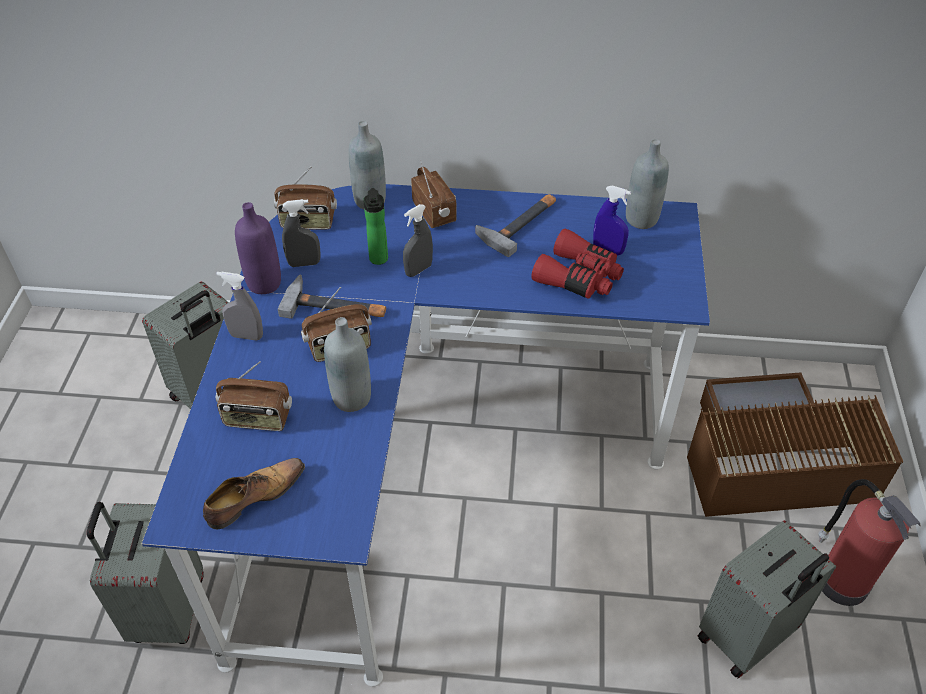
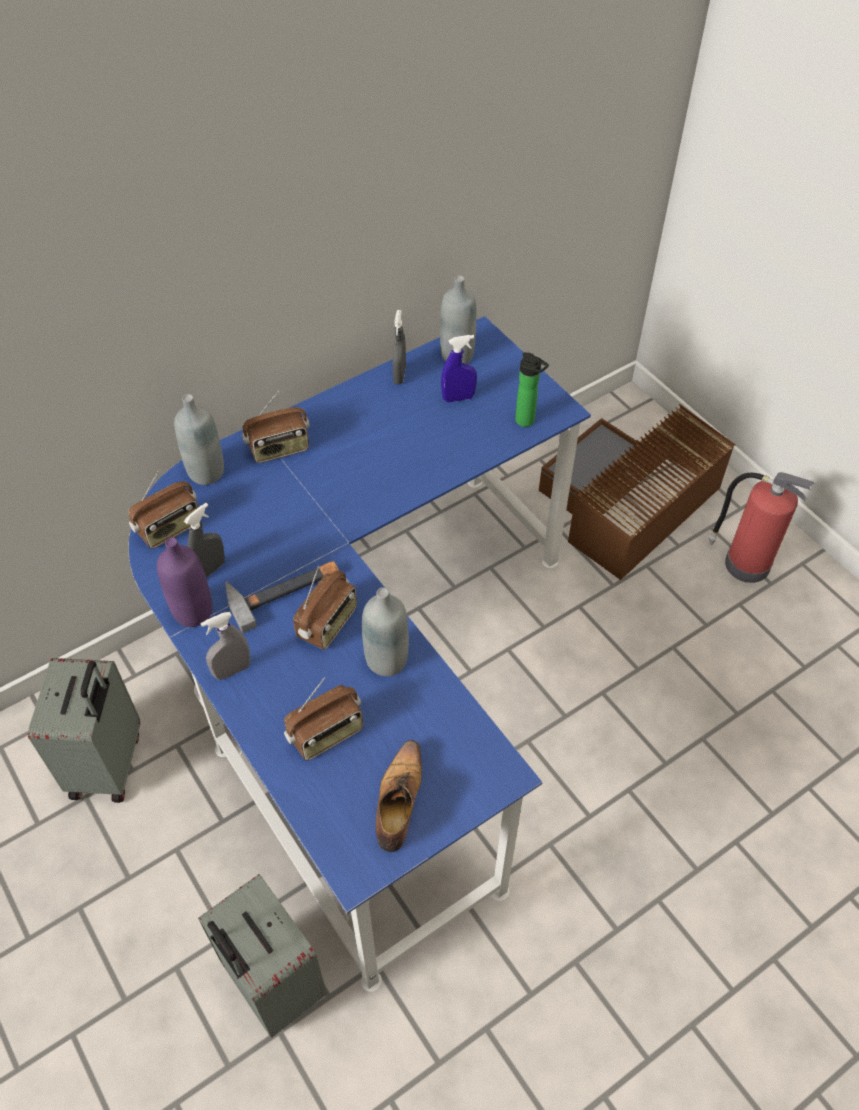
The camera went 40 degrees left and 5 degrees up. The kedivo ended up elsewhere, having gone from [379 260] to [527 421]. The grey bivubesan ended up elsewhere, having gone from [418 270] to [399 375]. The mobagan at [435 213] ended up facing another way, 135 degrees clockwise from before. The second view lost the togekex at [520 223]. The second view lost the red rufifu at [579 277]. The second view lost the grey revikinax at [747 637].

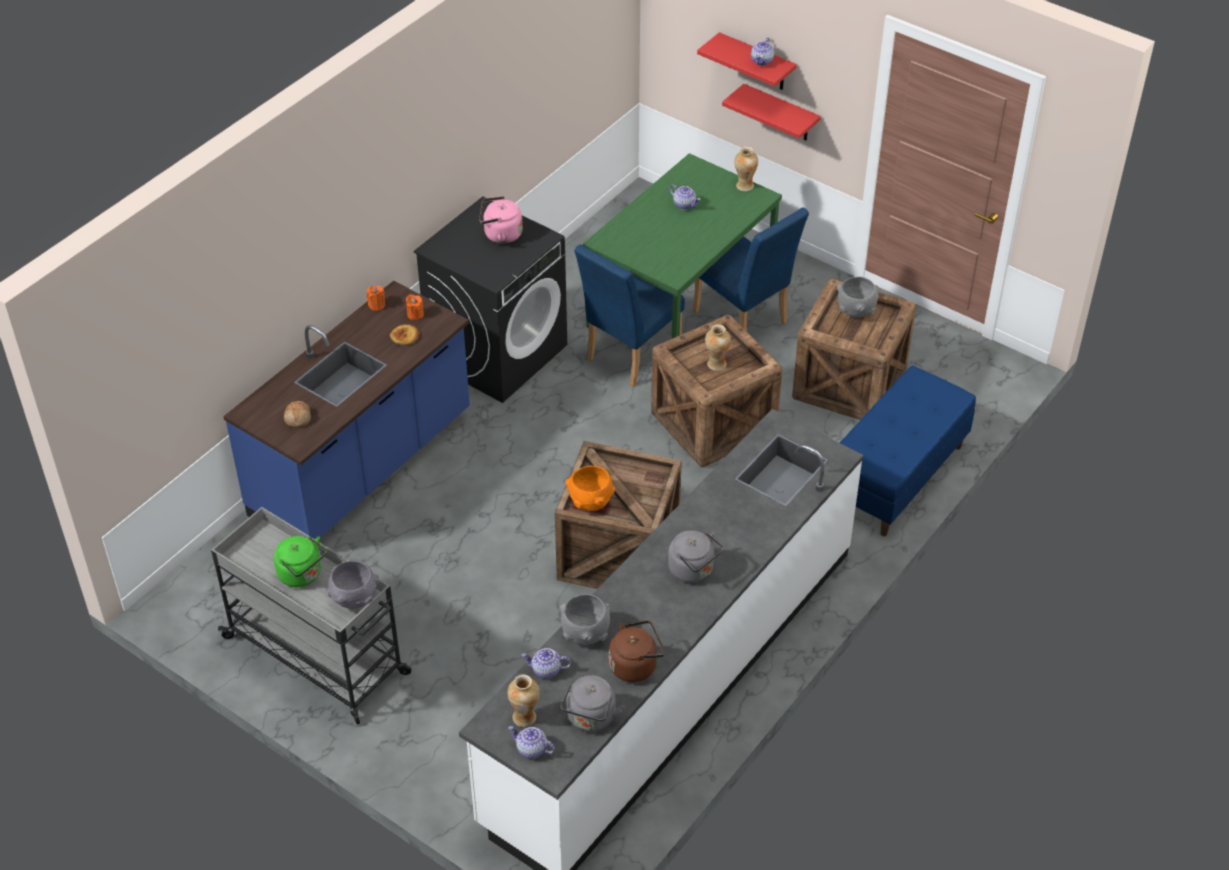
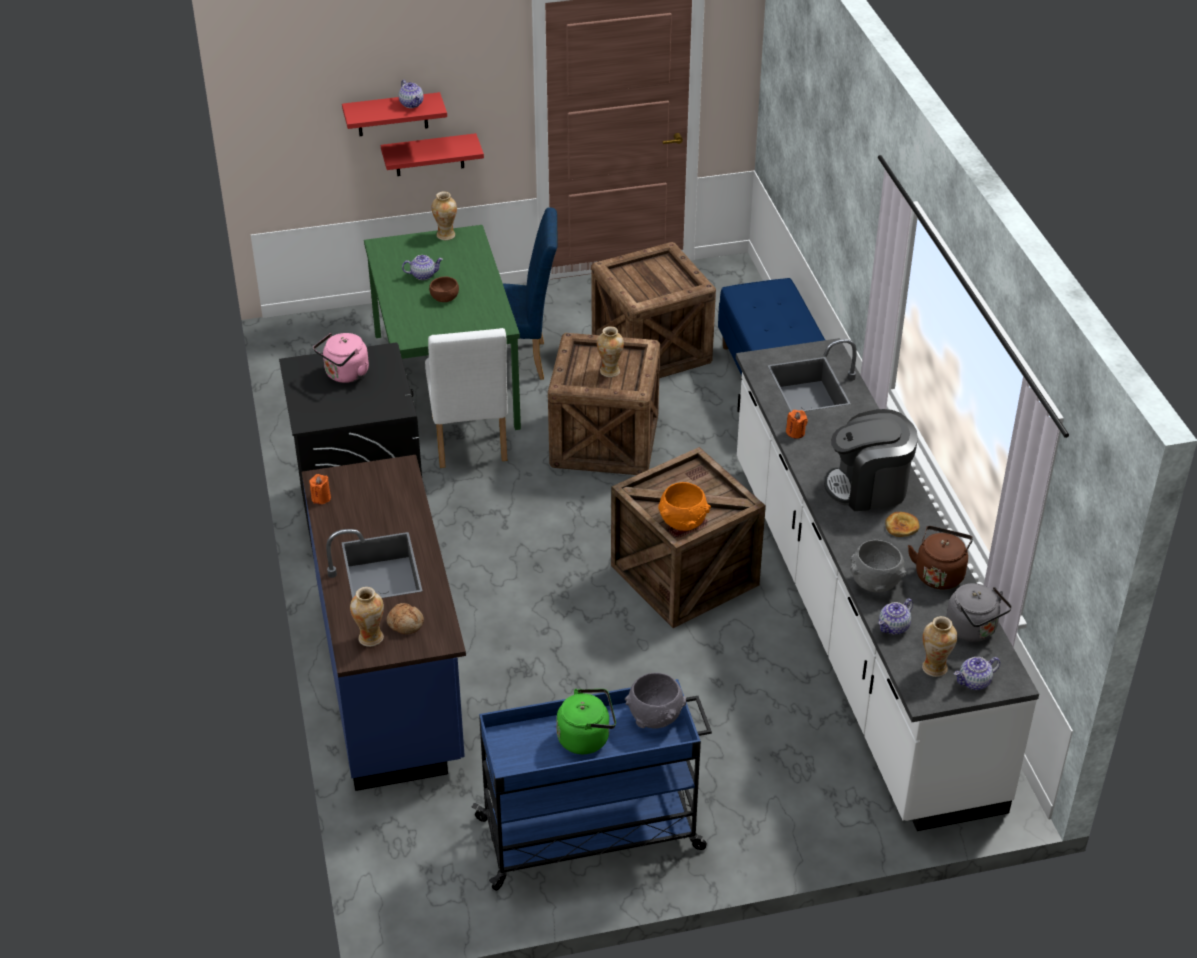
The camera went 50 degrees left and 5 degrees down. What was the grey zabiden at [318 656] turned into the blue zabiden at [592 833]. The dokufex ended up elsewhere, having gone from [405 337] to [901 526]. The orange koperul ended up elsewhere, having gone from [415 315] to [795 432]. What was the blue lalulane at [628 356] turned into the white lalulane at [469 443]. Where the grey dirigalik stood at [693 570], the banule came to stand at [868 487]. The second view lost the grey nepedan at [855 310]. The second view gained the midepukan at [370 638]. The second view gained the brown nepedan at [444 297].

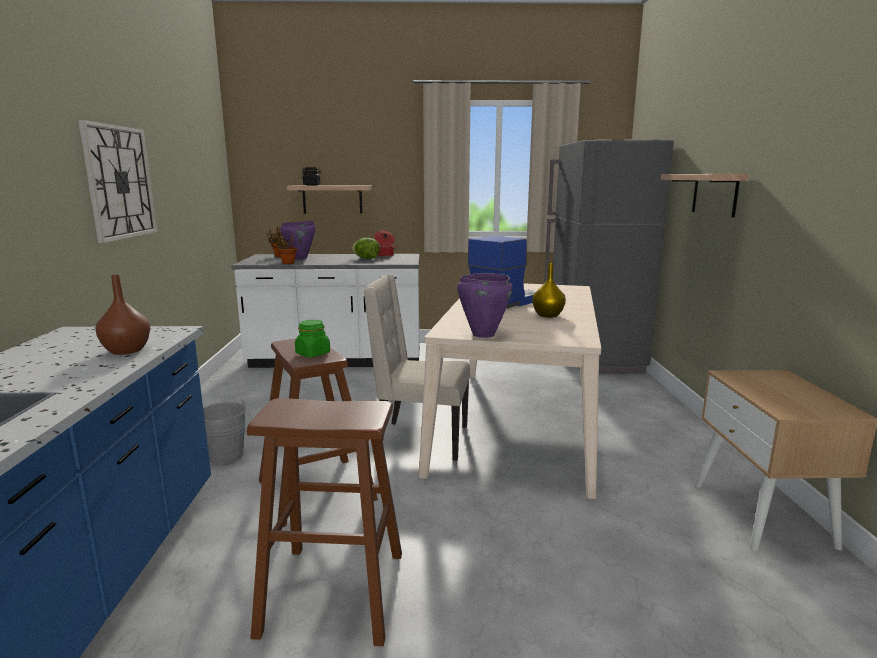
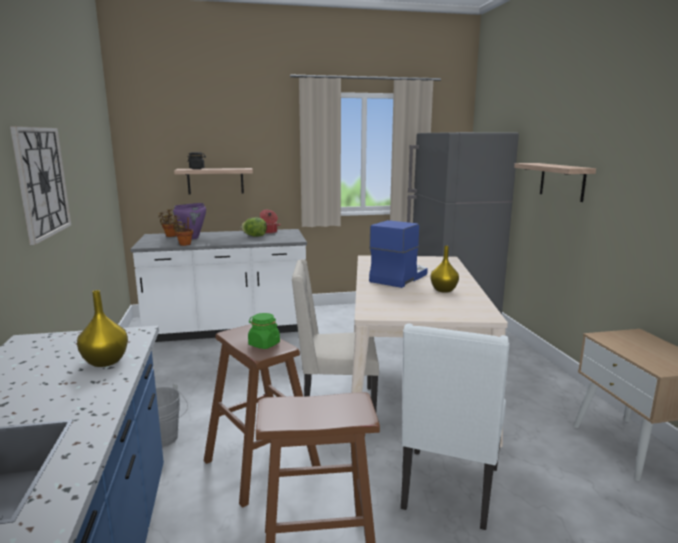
The camera went 10 degrees left and 0 degrees up. What was the brown midepukan at [126 350] turned into the yellow midepukan at [105 361]. The second view lost the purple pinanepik at [483 334]. The second view gained the white lalulane at [449 489].

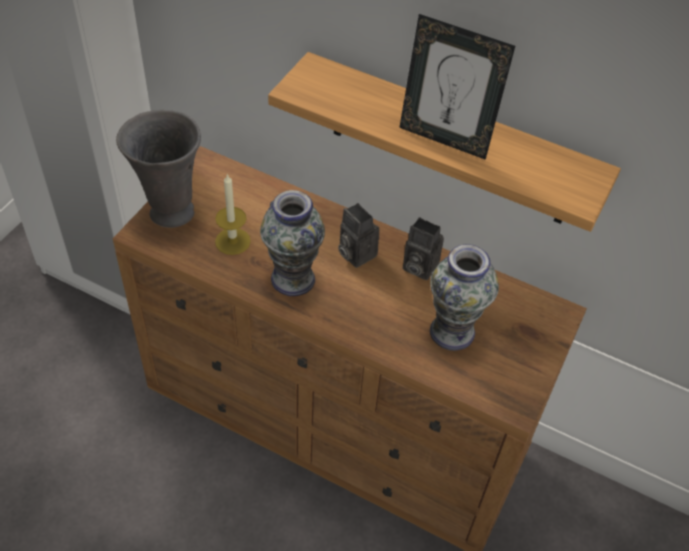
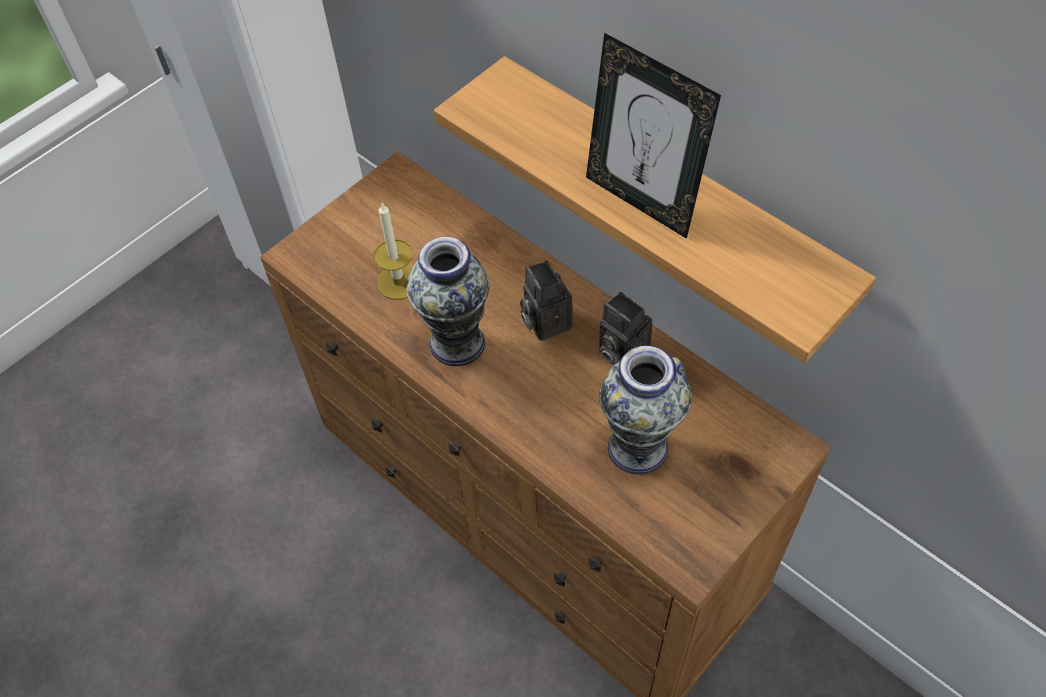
The camera went 20 degrees right and 5 degrees up. The second view lost the grey midepukan at [170 213].

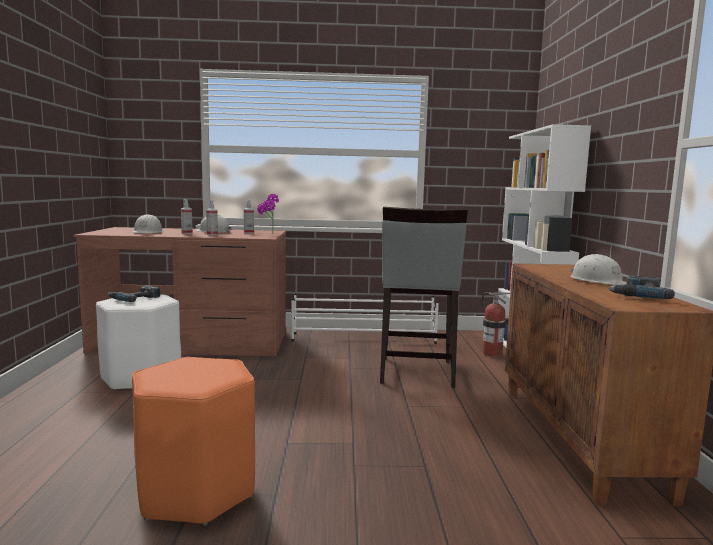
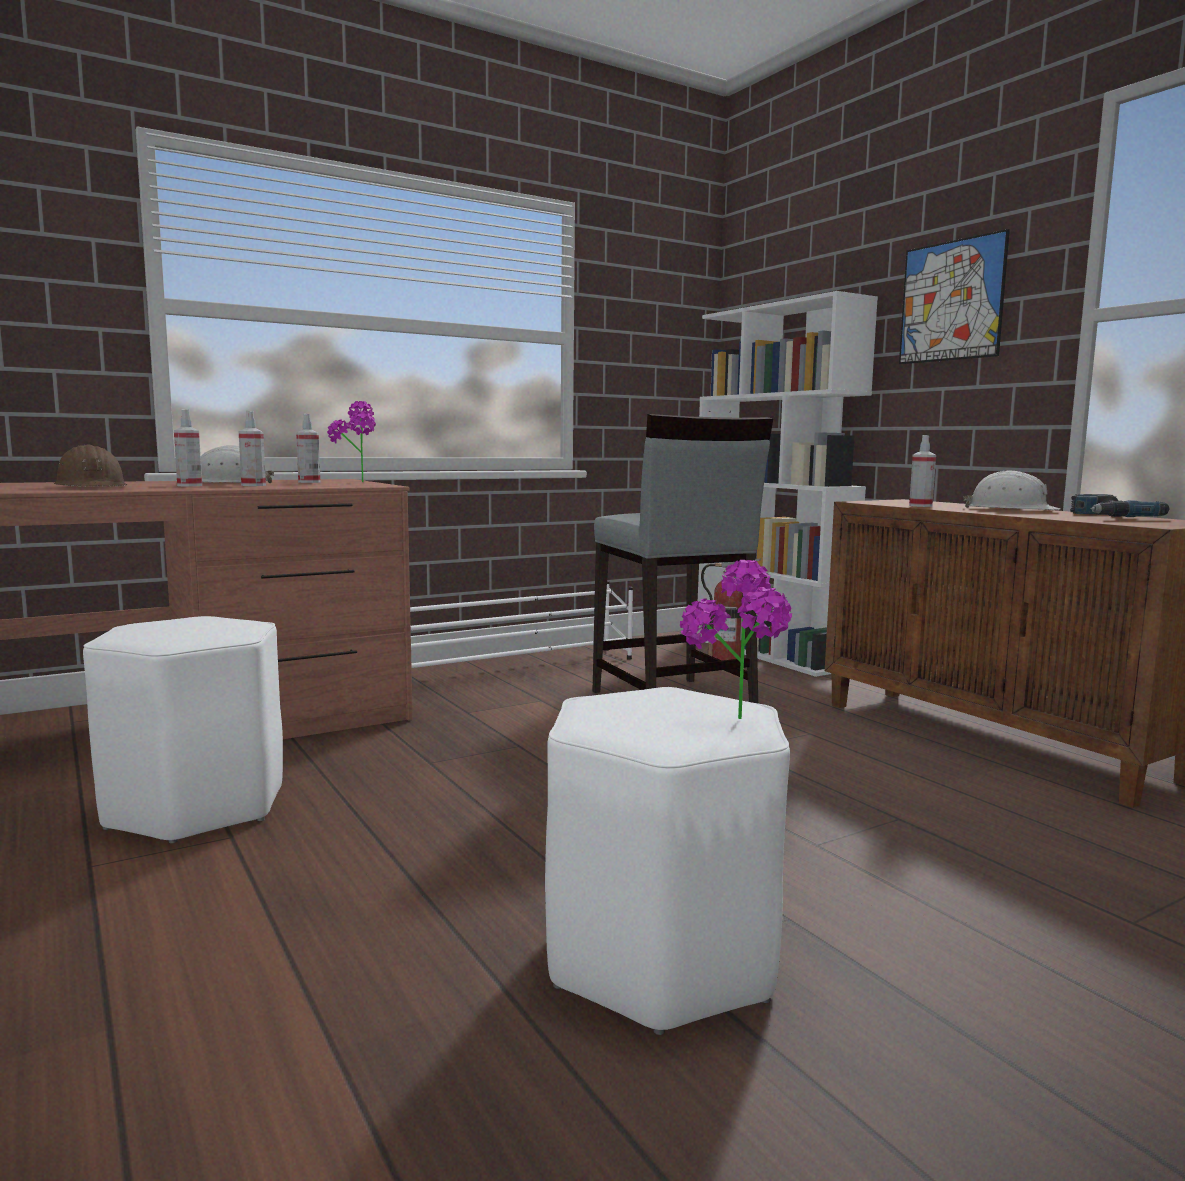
The camera went 30 degrees left and 0 degrees up. The second view lost the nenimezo at [134 298]. What was the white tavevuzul at [148 232] turned into the brown tavevuzul at [92 487]. What was the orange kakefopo at [196 491] turned into the white kakefopo at [660 958]. The second view gained the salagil at [735 724]. The second view gained the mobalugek at [951 301]. The second view gained the bivubesan at [920 506].

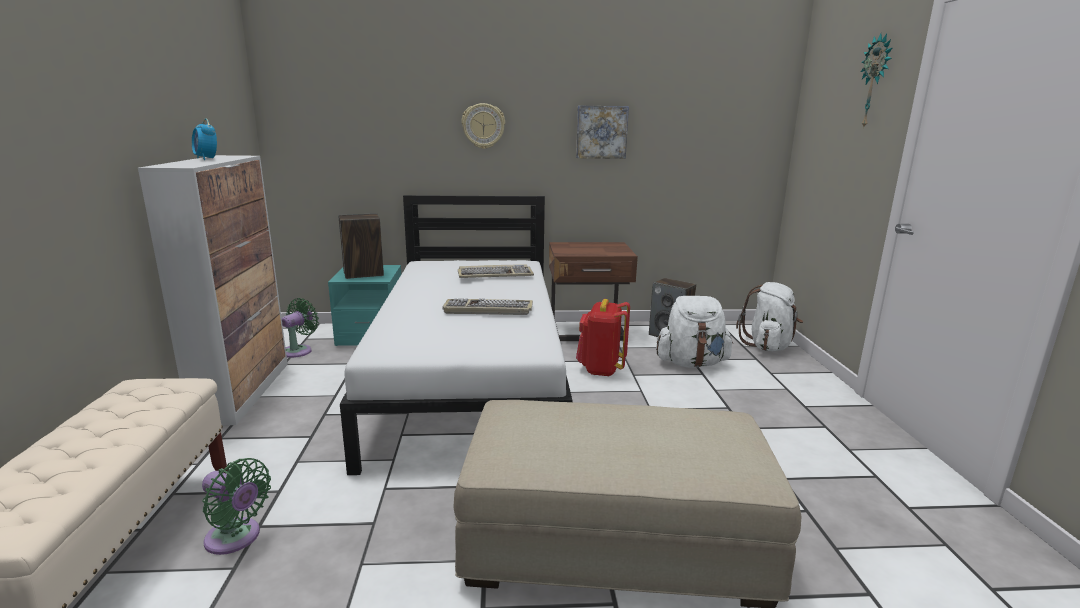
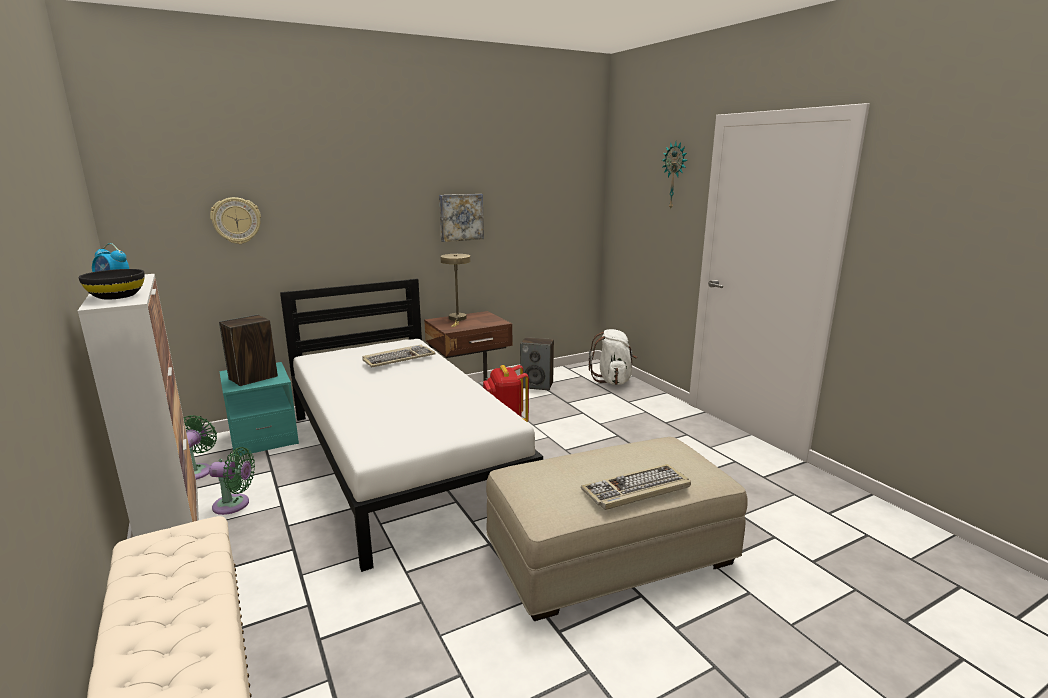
The camera went 25 degrees left and 0 degrees up. The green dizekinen ended up elsewhere, having gone from [236 538] to [235 505]. The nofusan ended up elsewhere, having gone from [487 309] to [636 490]. The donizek ended up elsewhere, having gone from [483 126] to [236 220]. The second view lost the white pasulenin at [691 363]. The second view gained the black nepedan at [117 296]. The second view gained the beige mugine at [457 319].

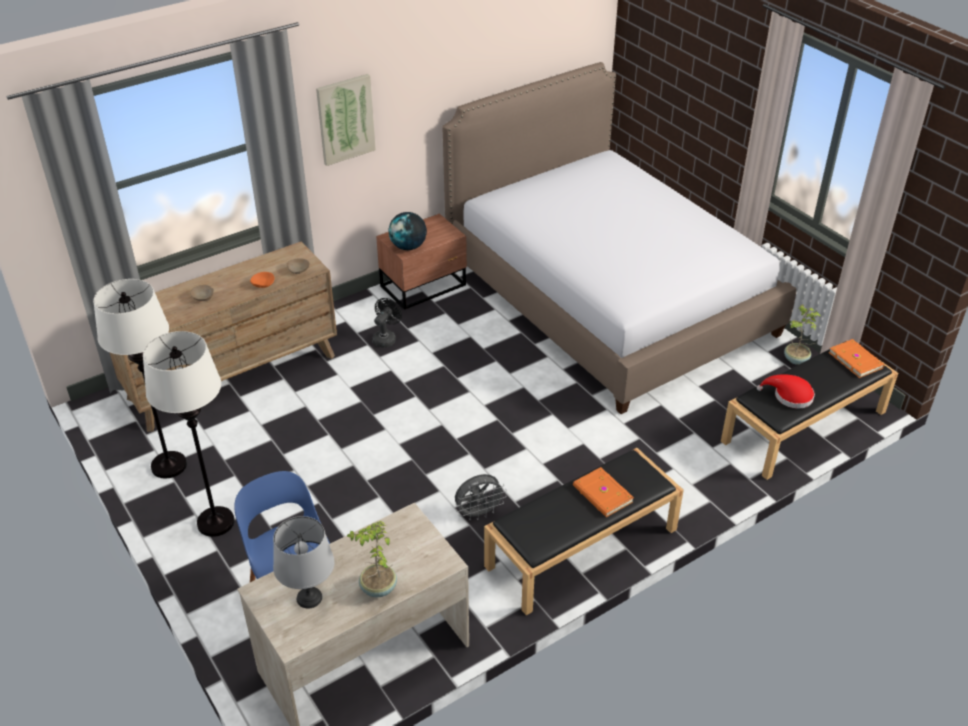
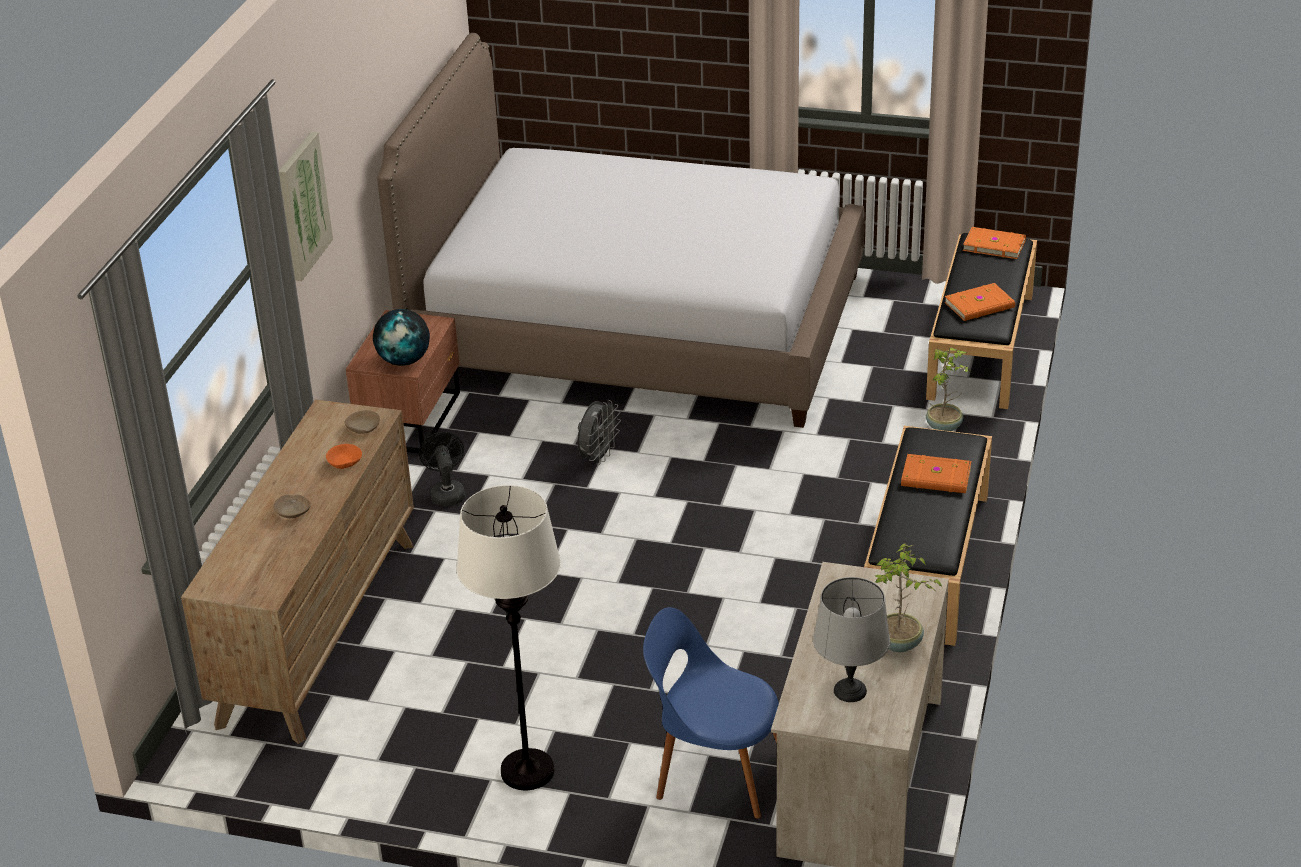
The camera went 40 degrees left and 5 degrees down. The second view lost the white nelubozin at [168 465]. The grey dizekinen ended up elsewhere, having gone from [479 513] to [598 457]. Where the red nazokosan stood at [789 396], the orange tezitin came to stand at [980 305]. The salagil ended up elsewhere, having gone from [796 360] to [944 426].

